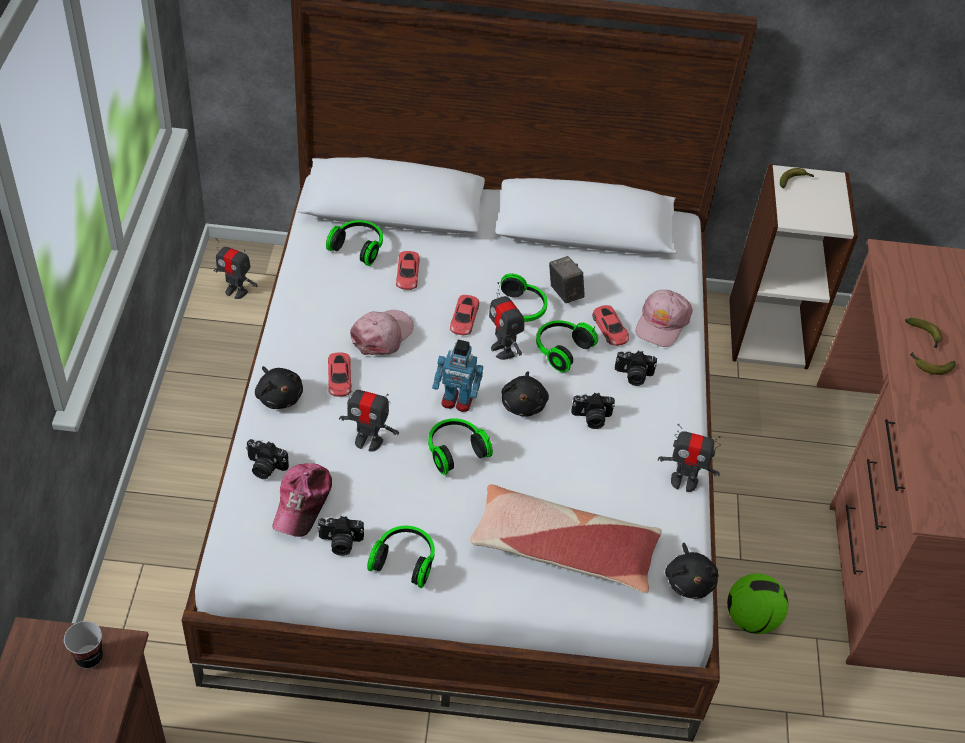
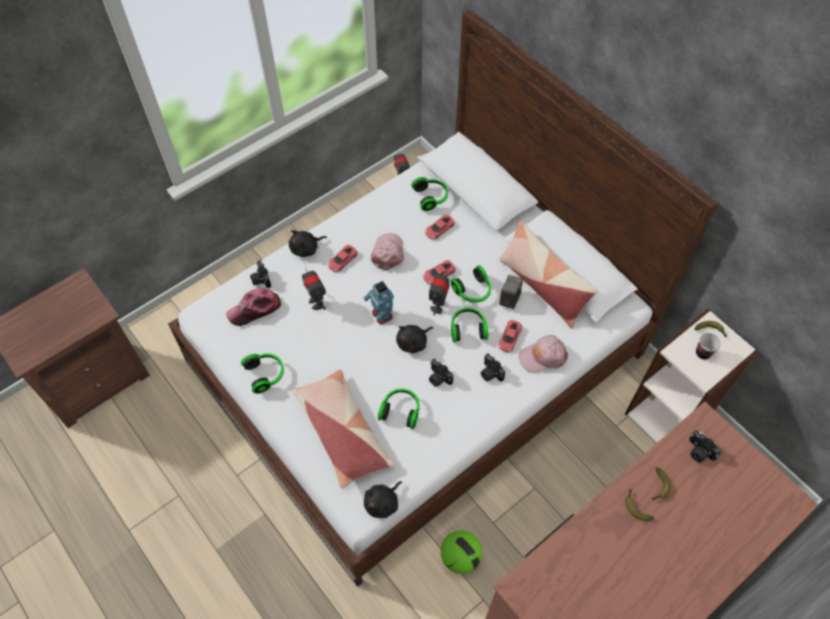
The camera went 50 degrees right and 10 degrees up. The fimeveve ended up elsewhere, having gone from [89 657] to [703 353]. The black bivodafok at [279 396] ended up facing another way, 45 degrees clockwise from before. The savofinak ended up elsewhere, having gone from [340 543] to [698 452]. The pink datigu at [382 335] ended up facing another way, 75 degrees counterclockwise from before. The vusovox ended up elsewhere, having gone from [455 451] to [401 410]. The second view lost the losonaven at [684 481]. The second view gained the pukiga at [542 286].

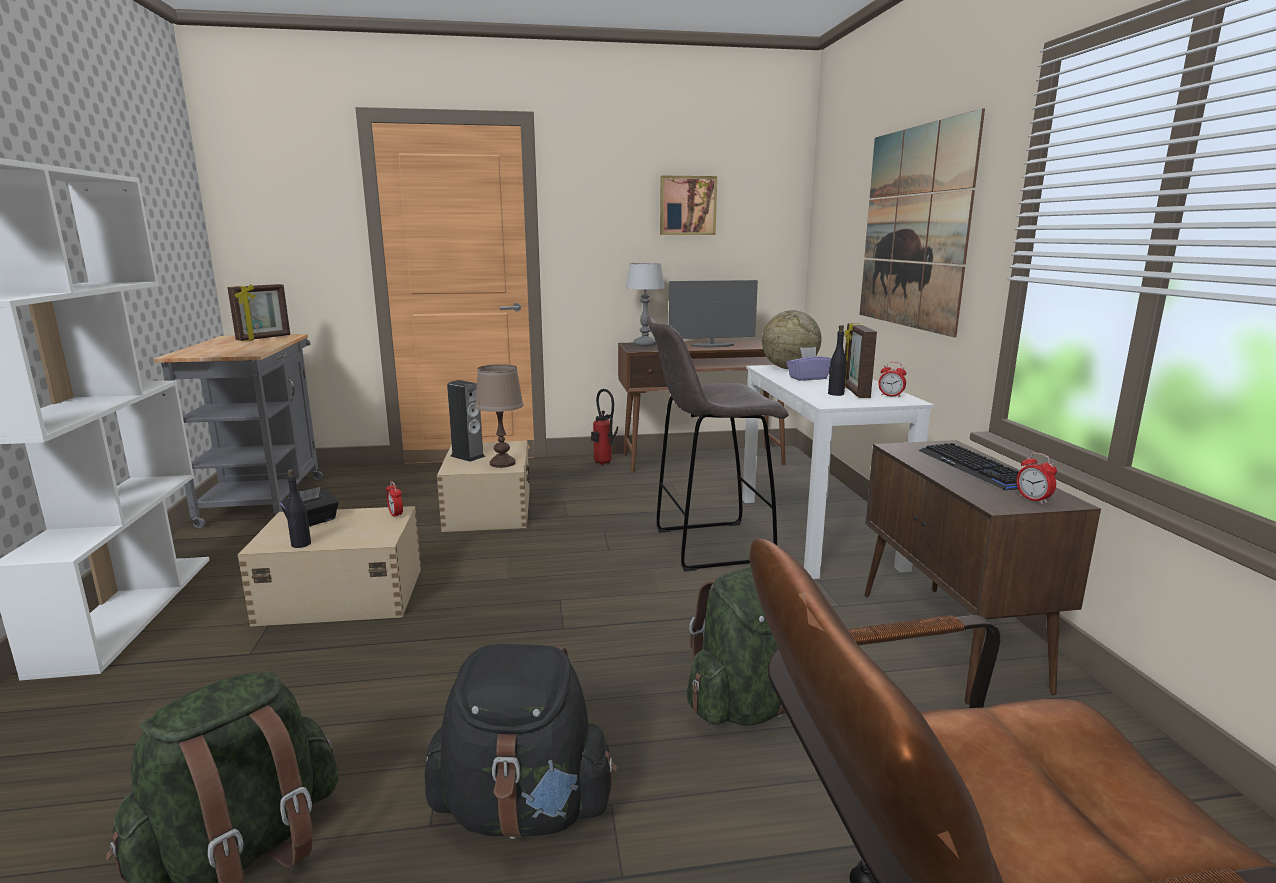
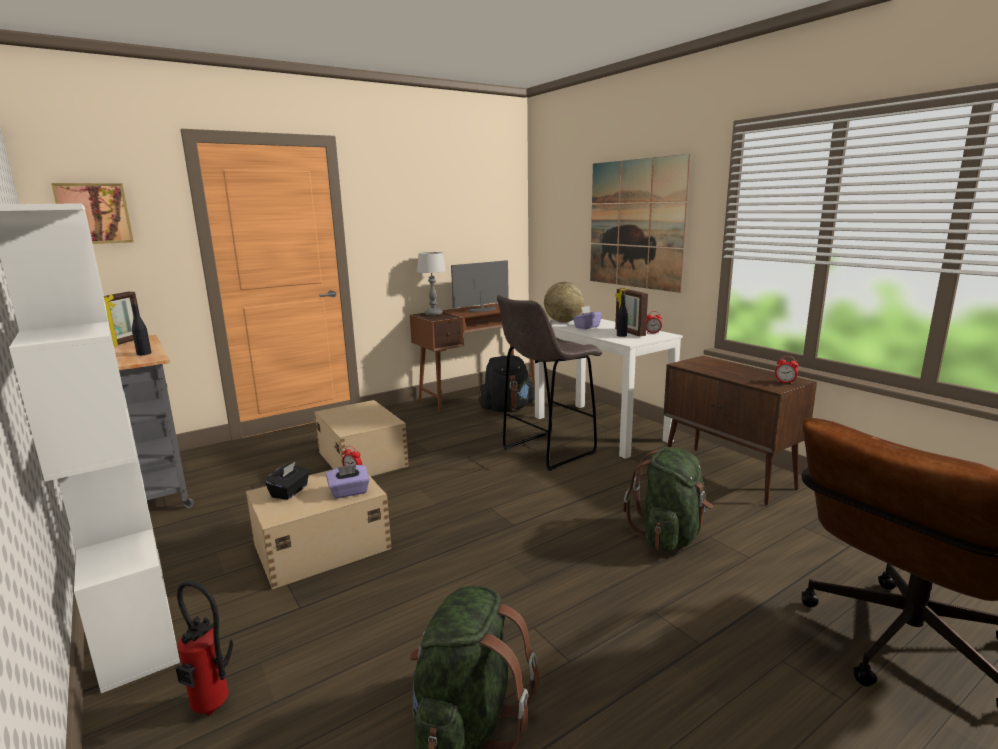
The camera went 25 degrees left and 0 degrees up. The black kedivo ended up elsewhere, having gone from [301 544] to [144 354]. The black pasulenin ended up elsewhere, having gone from [523 810] to [506 409]. The second view lost the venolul at [467 456]. The second view lost the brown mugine at [503 463]. The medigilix ended up elsewhere, having gone from [604 464] to [213 709]. The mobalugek ended up elsewhere, having gone from [687 206] to [94 214]. The second view lost the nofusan at [975 468]. The second view gained the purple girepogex at [349 492].

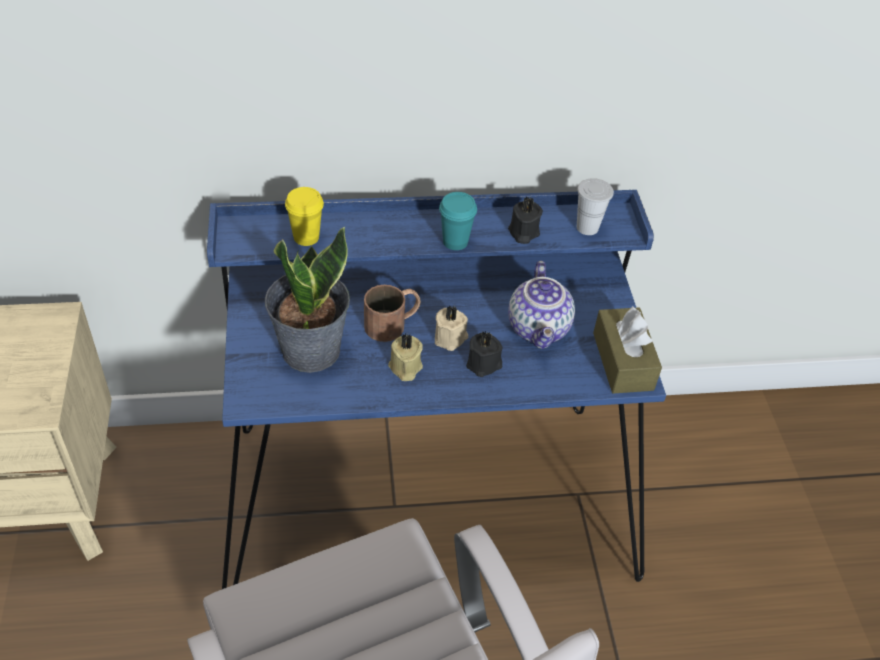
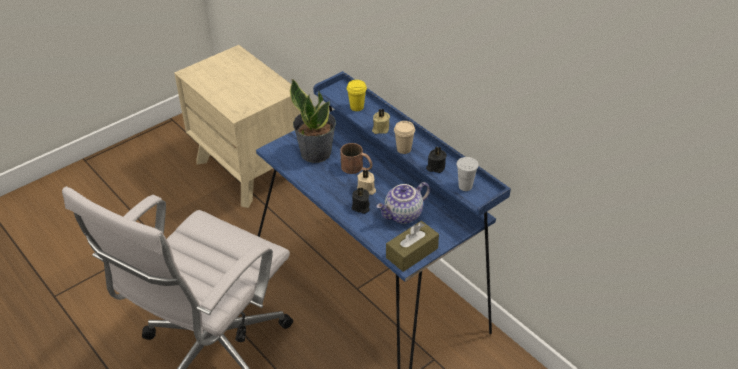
The camera went 60 degrees right and 5 degrees down. The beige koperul ended up elsewhere, having gone from [405 368] to [380 129]. What was the turquoise fimeveve at [455 242] turned into the beige fimeveve at [404 149].

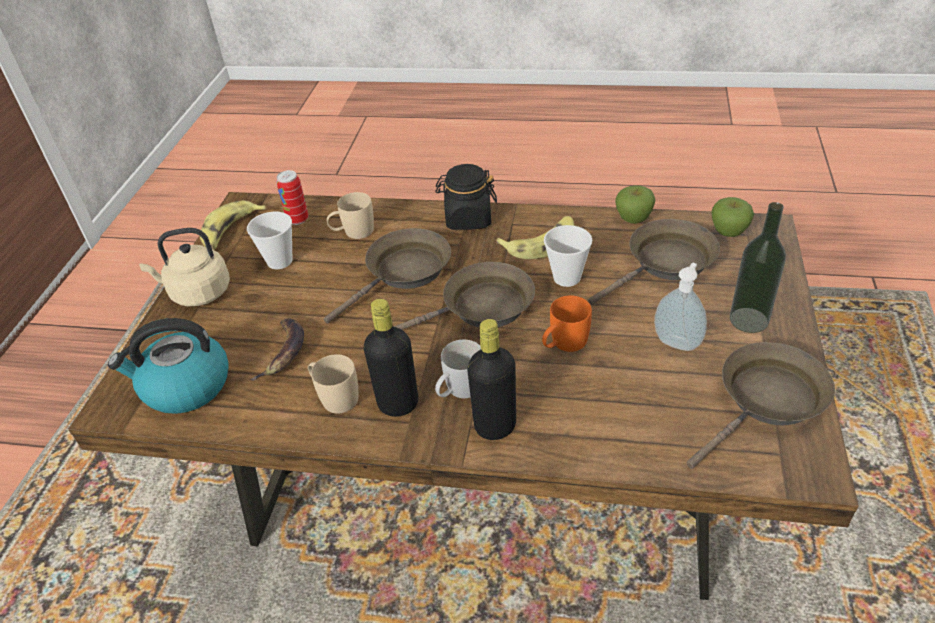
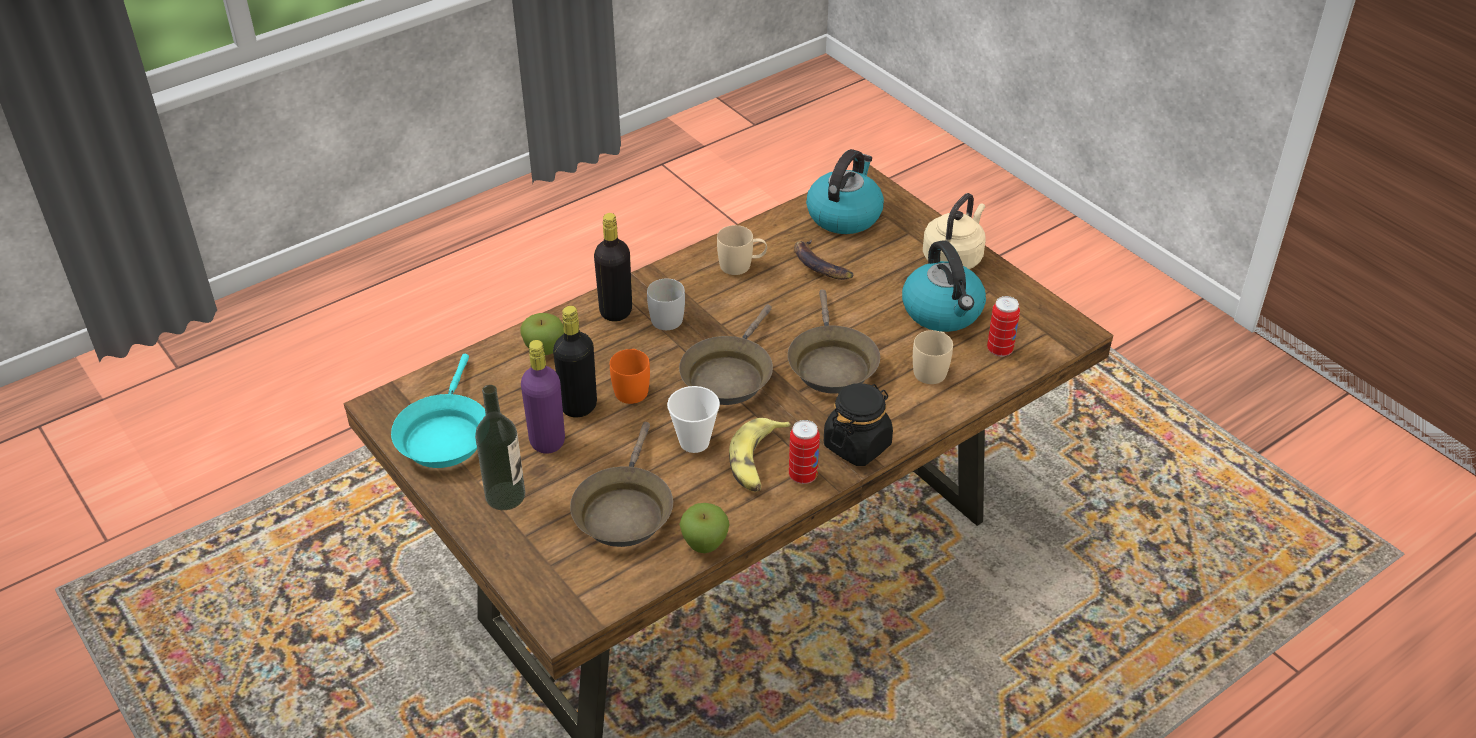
The camera went 130 degrees right and 0 degrees up. The second view lost the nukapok at [231 232]. Where the fimeveve stood at [280 261], the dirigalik came to stand at [943 312]. The black kedivo ended up elsewhere, having gone from [398 404] to [579 406]. Where the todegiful stood at [677 342], the purple kedivo came to stand at [547 441]. What was the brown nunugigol at [767 401] turned into the turquoise nunugigol at [444 435]. The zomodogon ended up elsewhere, having gone from [728 232] to [544 349]. The second view gained the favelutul at [803 476].

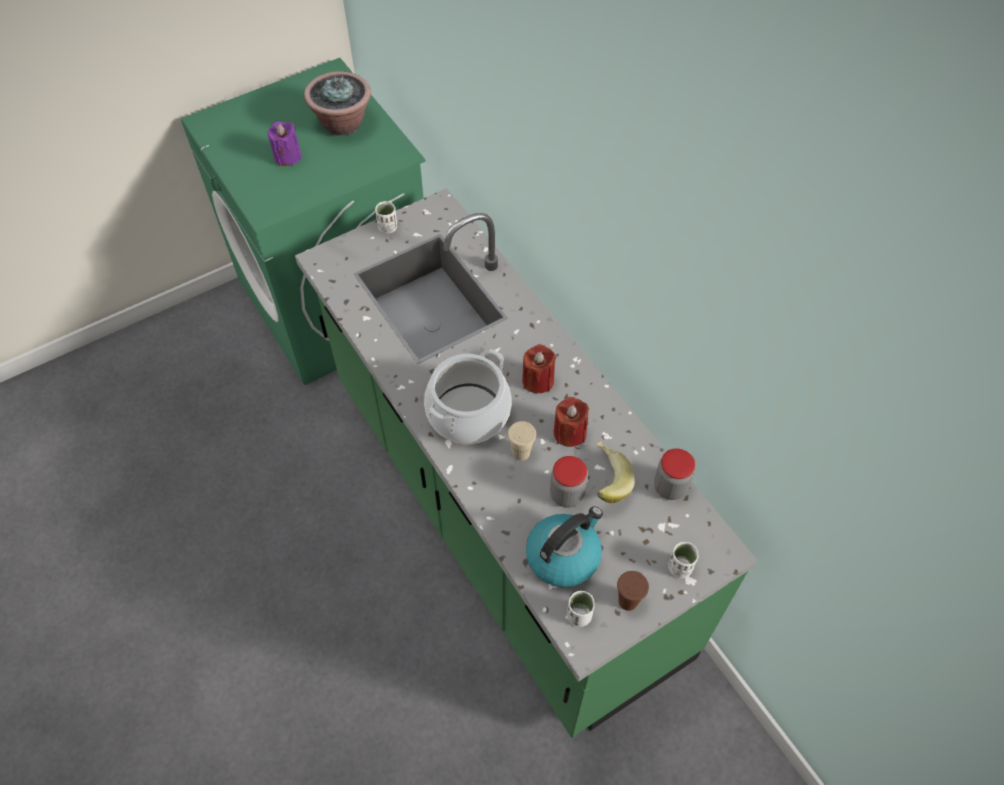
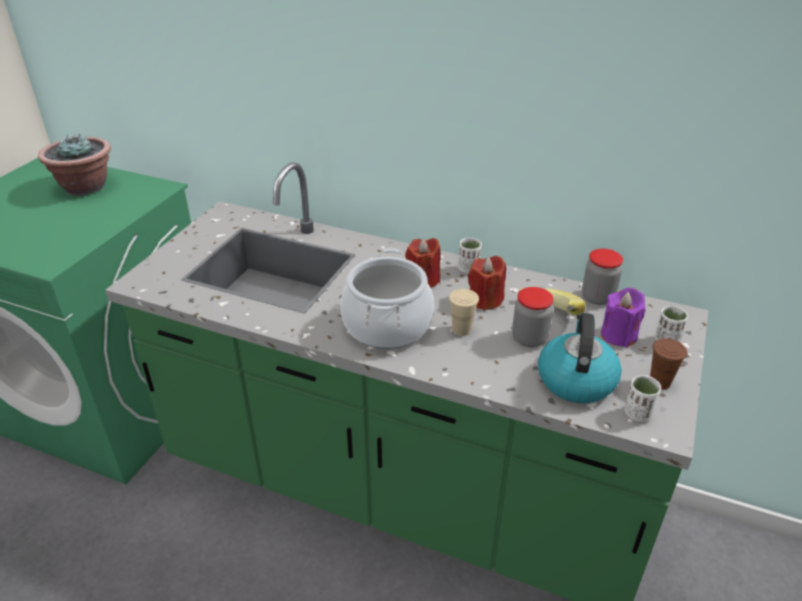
The camera went 35 degrees left and 20 degrees down. The purple koperul ended up elsewhere, having gone from [287 156] to [618 335]. The white fimeveve ended up elsewhere, having gone from [387 228] to [468 269].

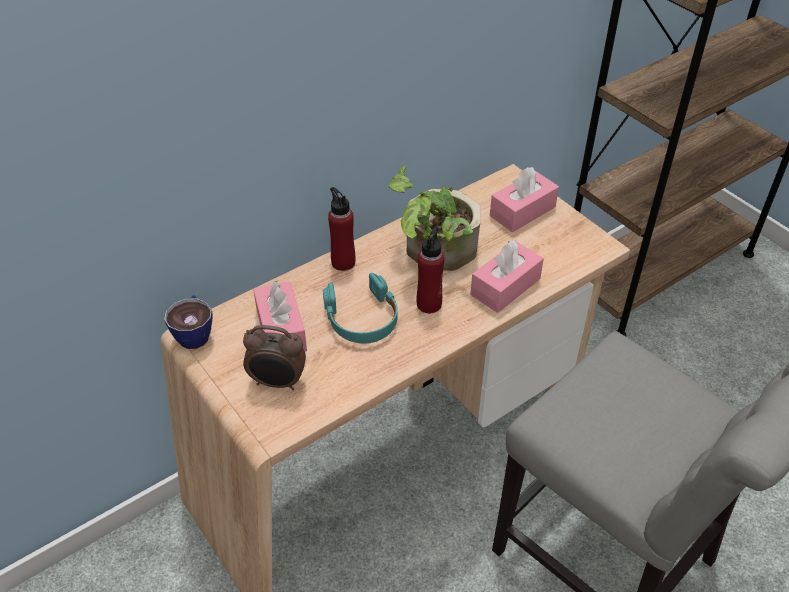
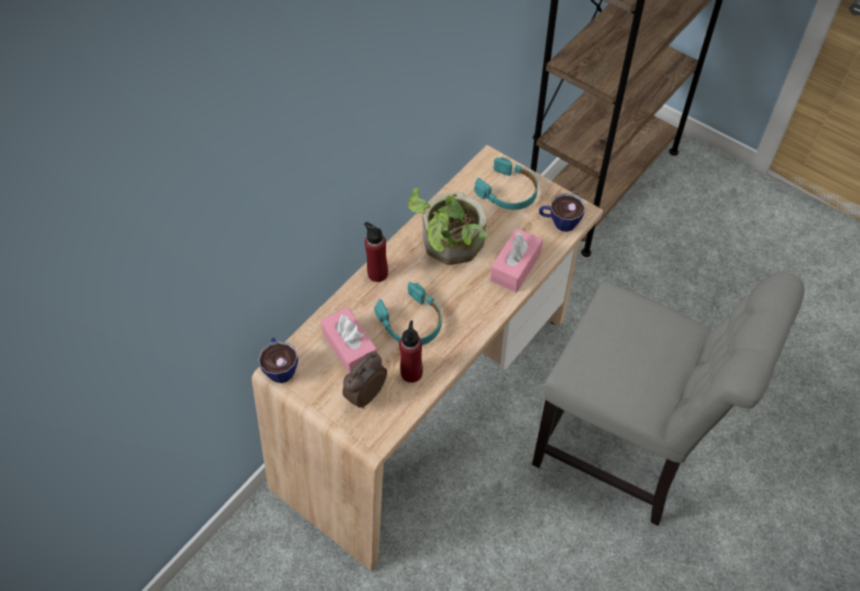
The camera went 15 degrees left and 10 degrees up. The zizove at [277 383] ended up facing another way, 135 degrees clockwise from before. The red kedivo ended up elsewhere, having gone from [429 304] to [411 373]. Where the pink girepogex stood at [522 211], the turquoise vusovox came to stand at [508 191]. The second view gained the fimeveve at [559 222].

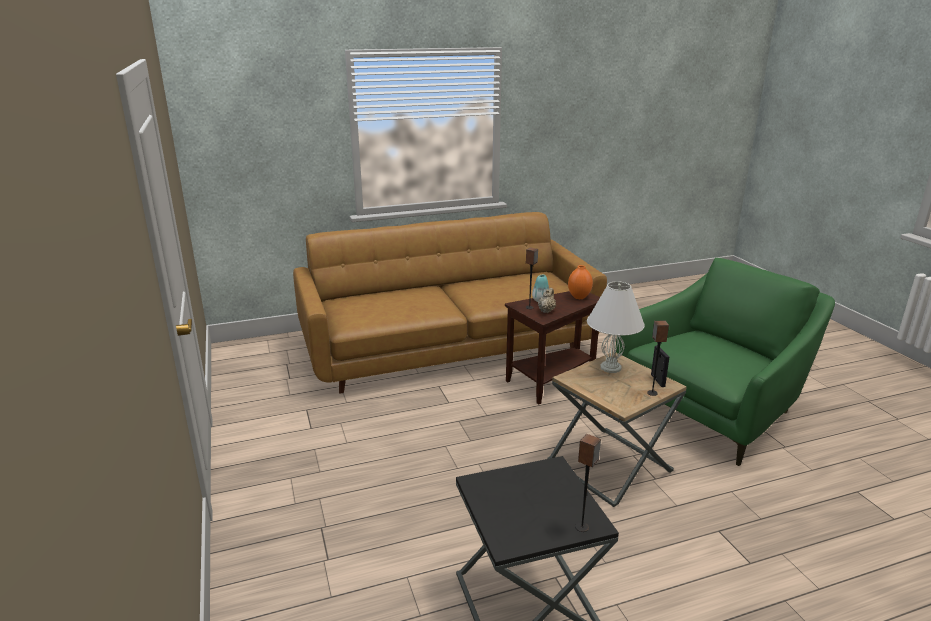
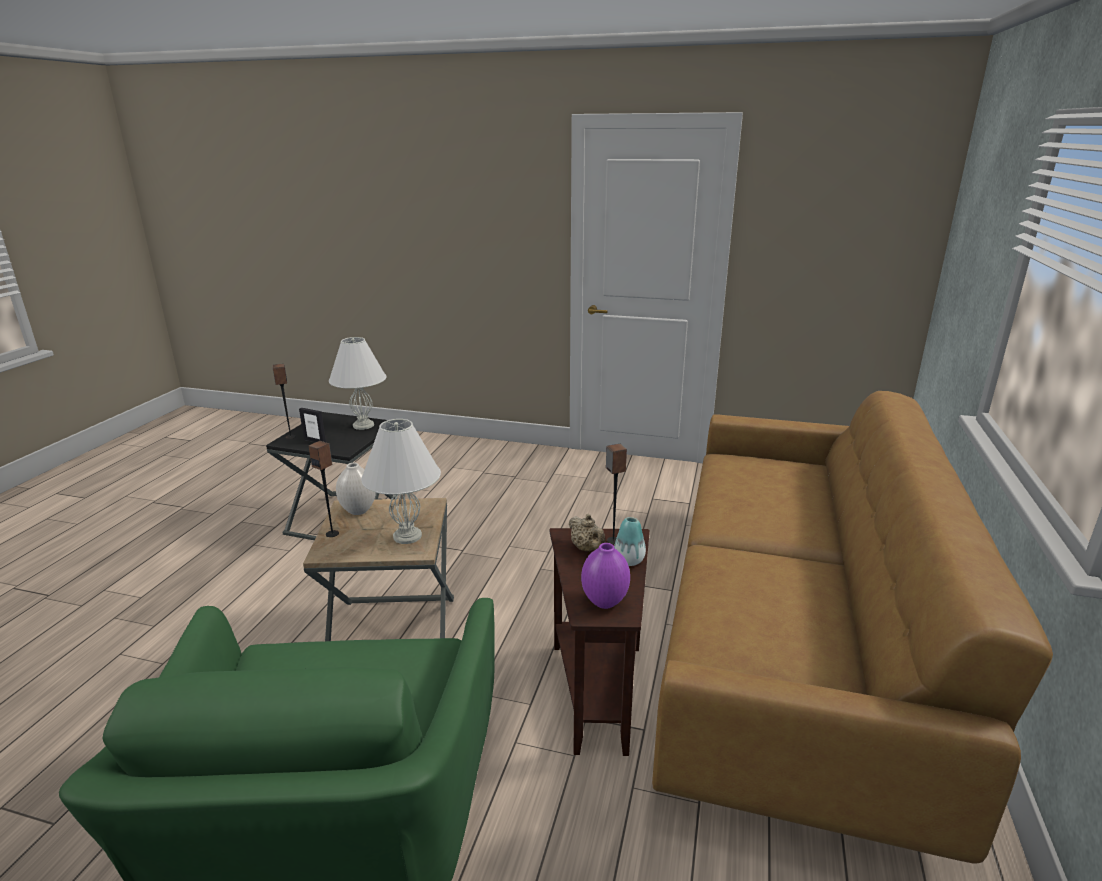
The camera went 125 degrees right and 0 degrees up. What was the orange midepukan at [578 297] turned into the purple midepukan at [605 602]. The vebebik ended up elsewhere, having gone from [657 380] to [315 441]. The second view gained the white mugine at [363 425]. The second view gained the white midepukan at [358 511].

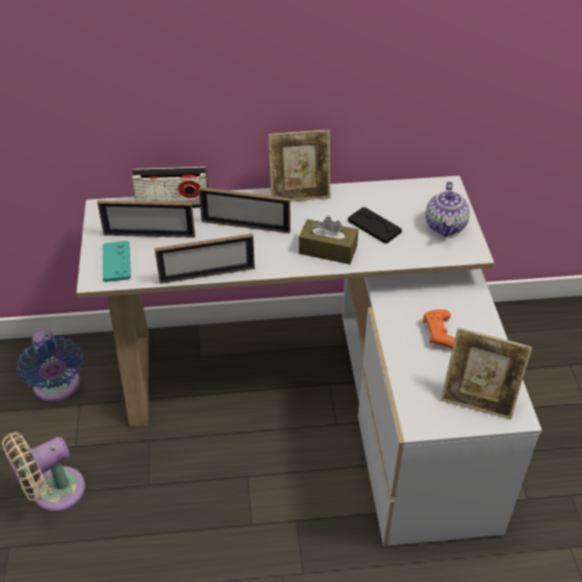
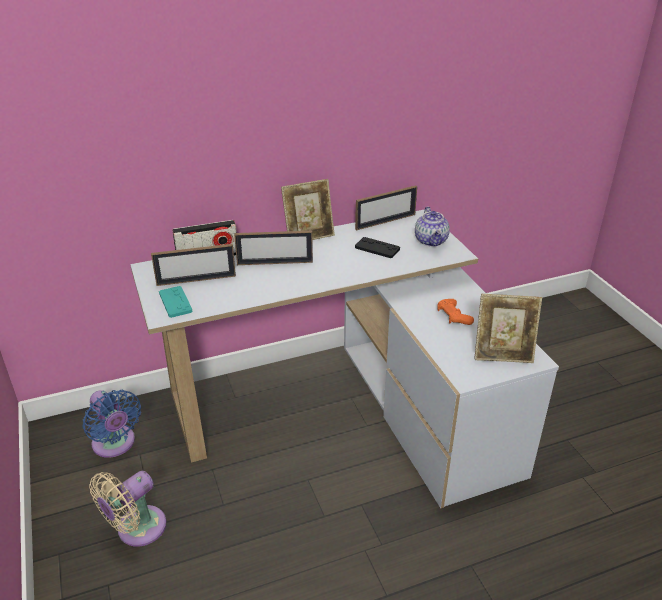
The camera went 15 degrees left and 10 degrees down. The vebebik ended up elsewhere, having gone from [207 275] to [385 222]. The second view lost the brown girepogex at [328 250].

